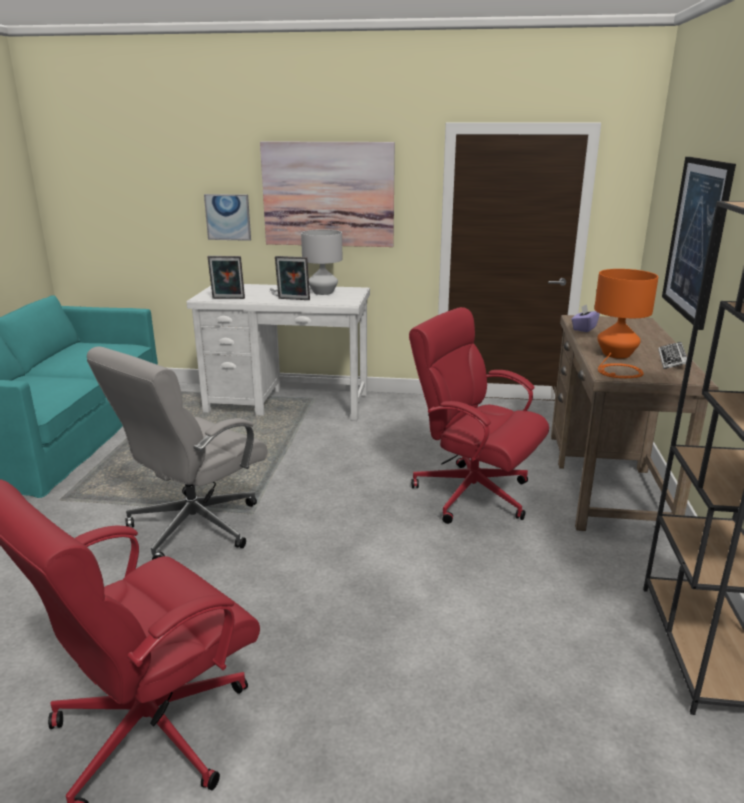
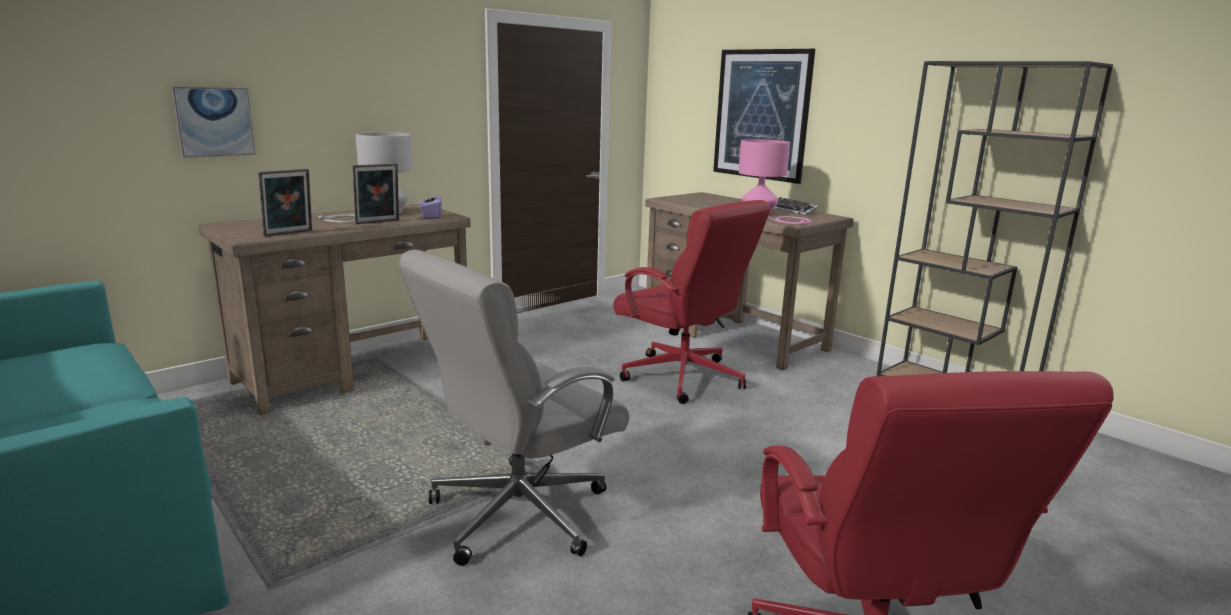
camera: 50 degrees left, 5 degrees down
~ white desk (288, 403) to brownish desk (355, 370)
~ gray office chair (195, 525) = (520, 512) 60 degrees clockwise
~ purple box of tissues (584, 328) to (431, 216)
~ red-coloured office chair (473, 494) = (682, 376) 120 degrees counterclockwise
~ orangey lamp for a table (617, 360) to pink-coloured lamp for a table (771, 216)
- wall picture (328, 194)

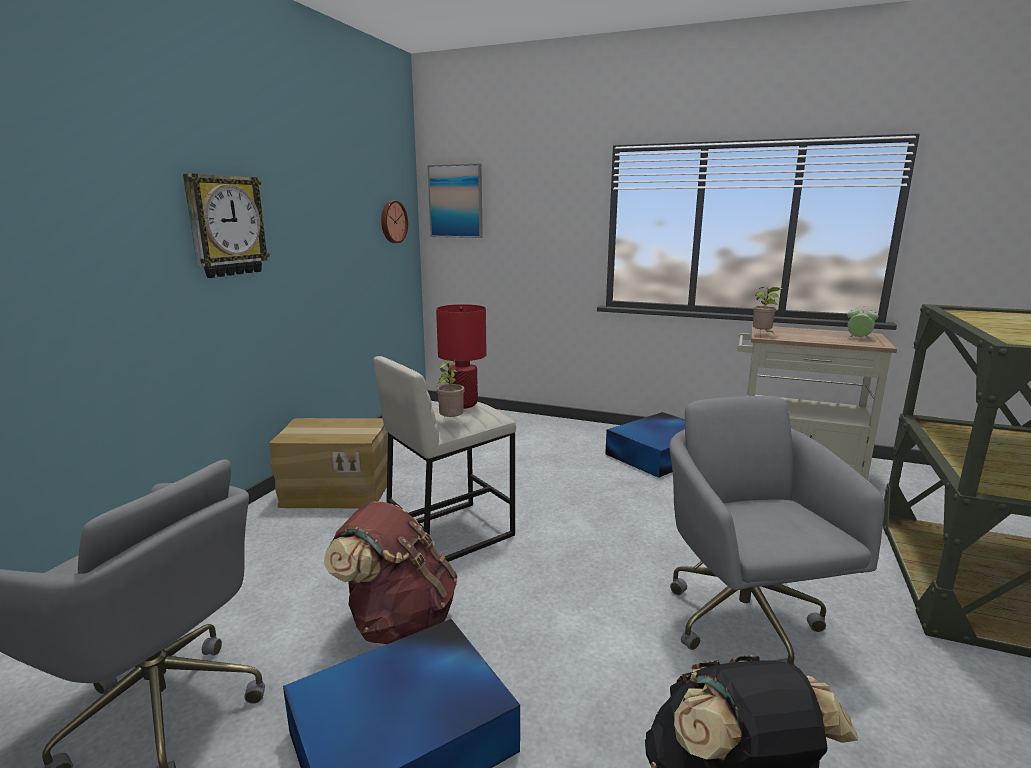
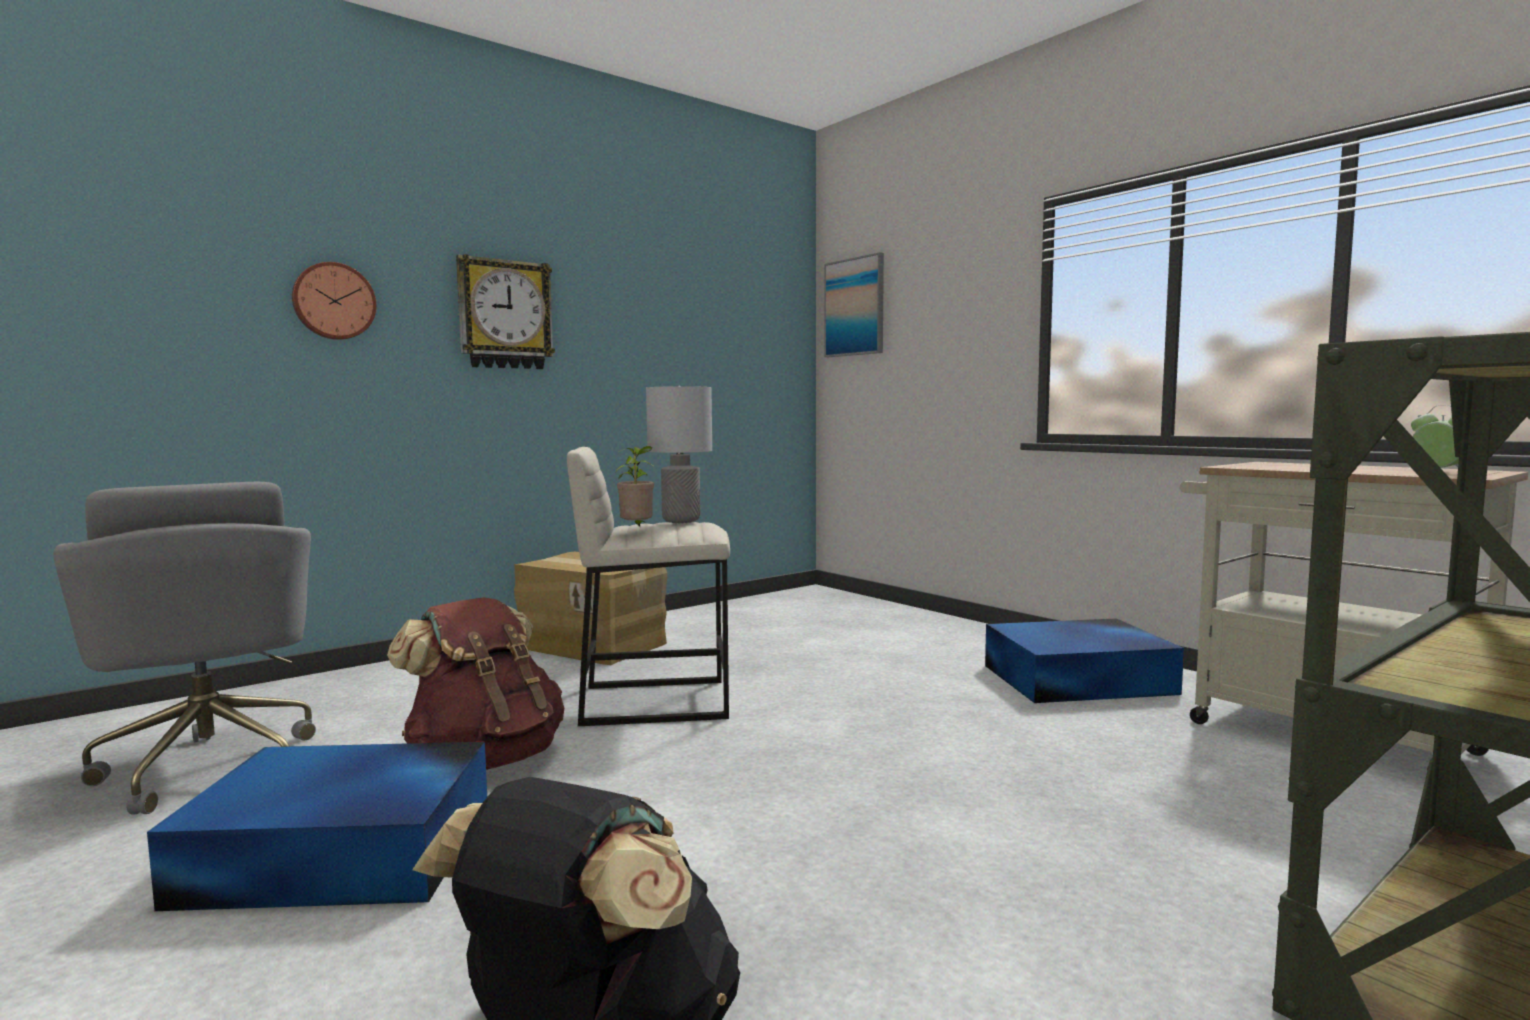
camera: 30 degrees right, 10 degrees down
~ wall clock (392, 222) to (334, 301)
~ red-coloured lamp for a table (463, 406) to gray lamp for a table (681, 522)
- gray office chair (746, 627)
- houseplant (763, 335)

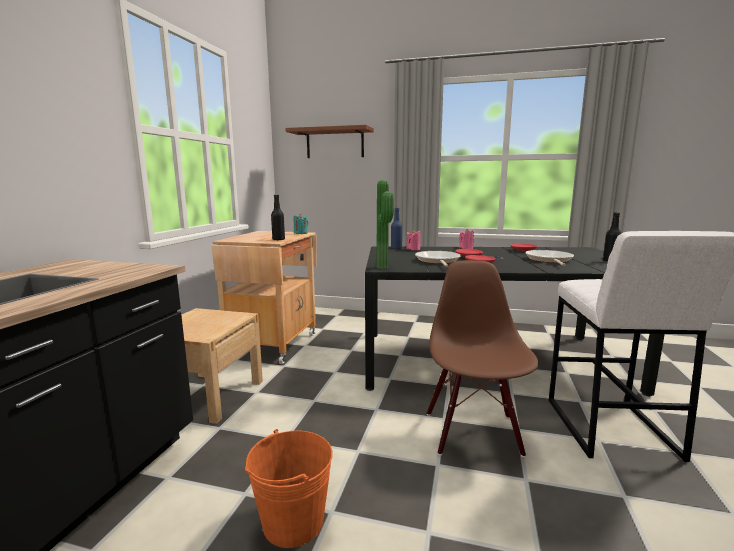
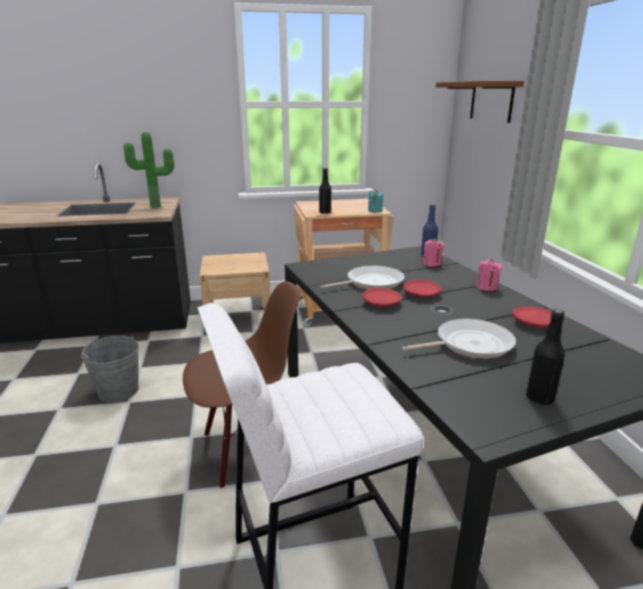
camera: 65 degrees right, 10 degrees up
~ orangey pail (293, 522) to gray pail (118, 391)
~ houseplant (384, 267) to (156, 207)

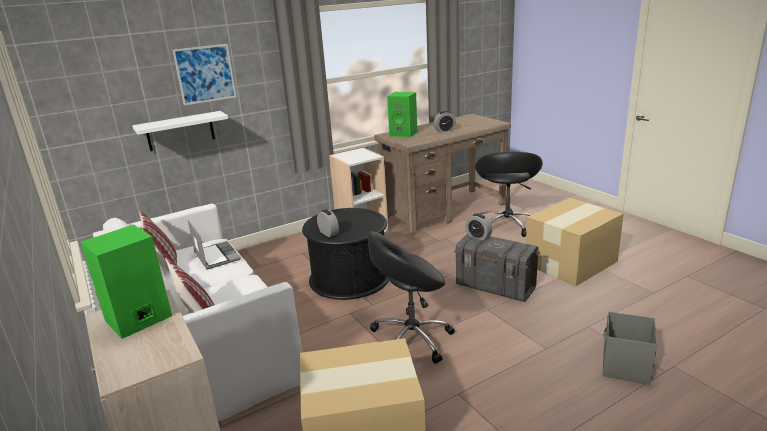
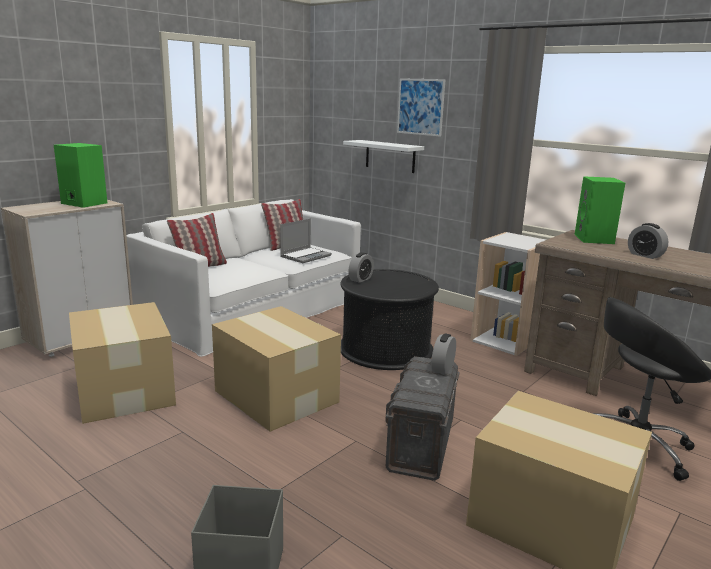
camera: 70 degrees right, 5 degrees down
~ black office chair (409, 339) to packing box (276, 395)

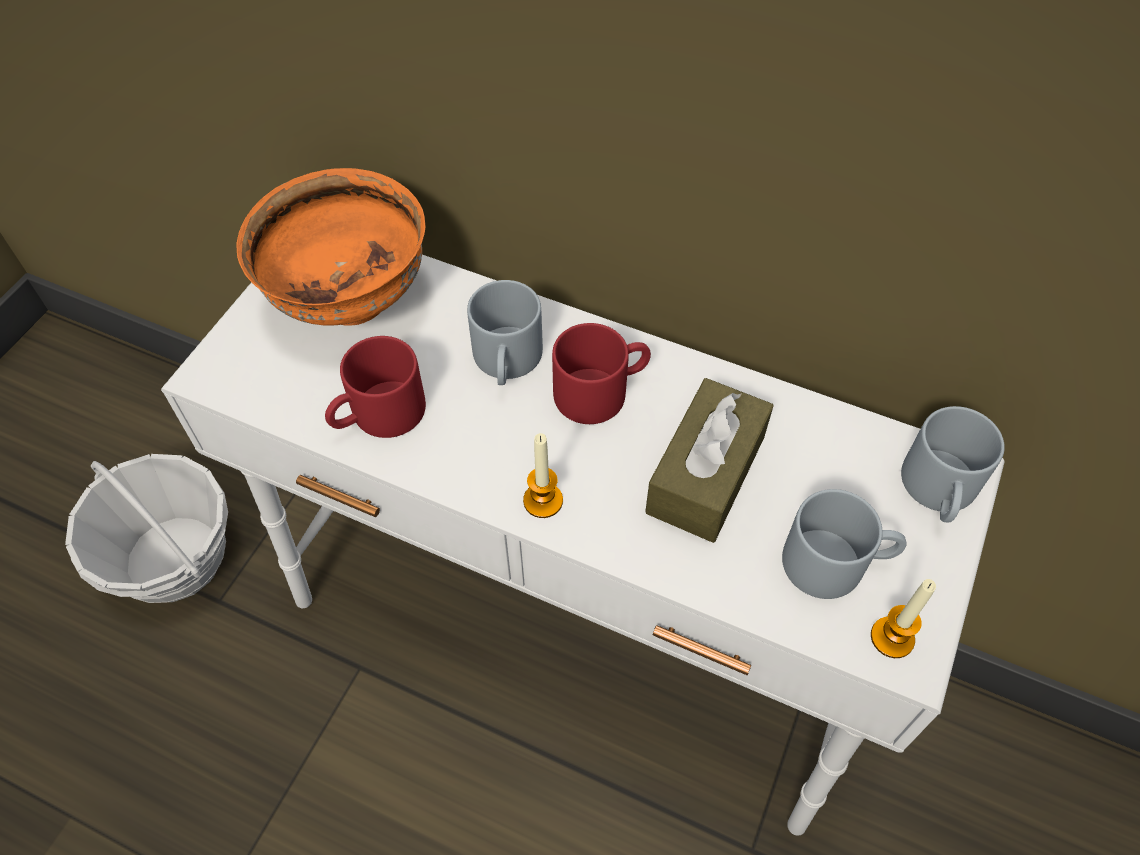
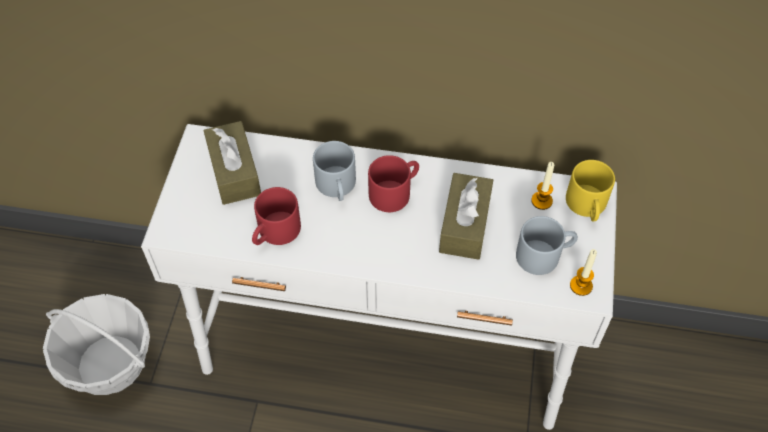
camera: 15 degrees left, 0 degrees up
~ orangey bowl (351, 303) to brownish box of tissues (234, 172)
~ candle (543, 501) to (541, 201)
~ gray tea mug (940, 491) to yellow-coloured tea mug (588, 206)

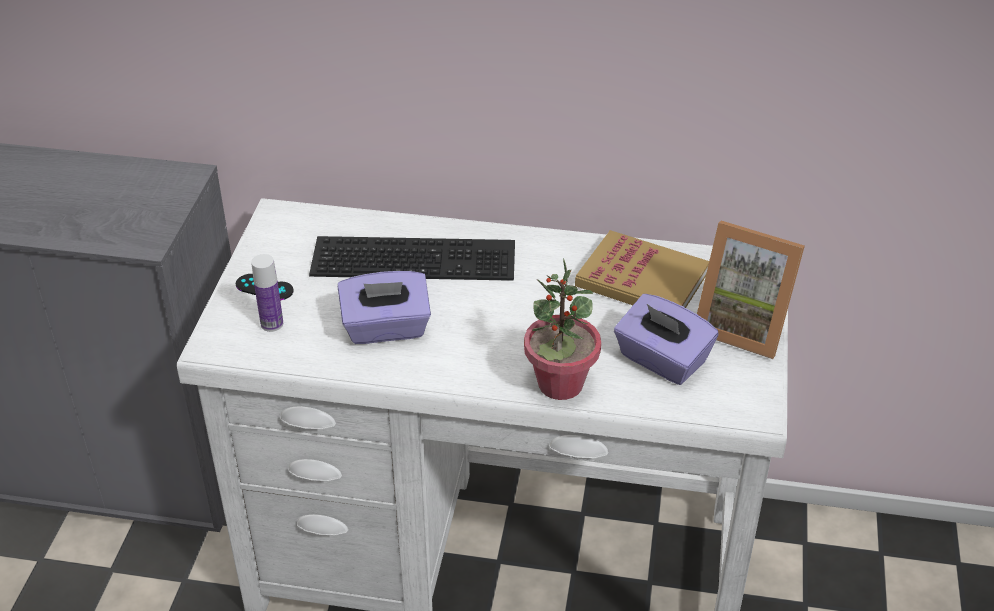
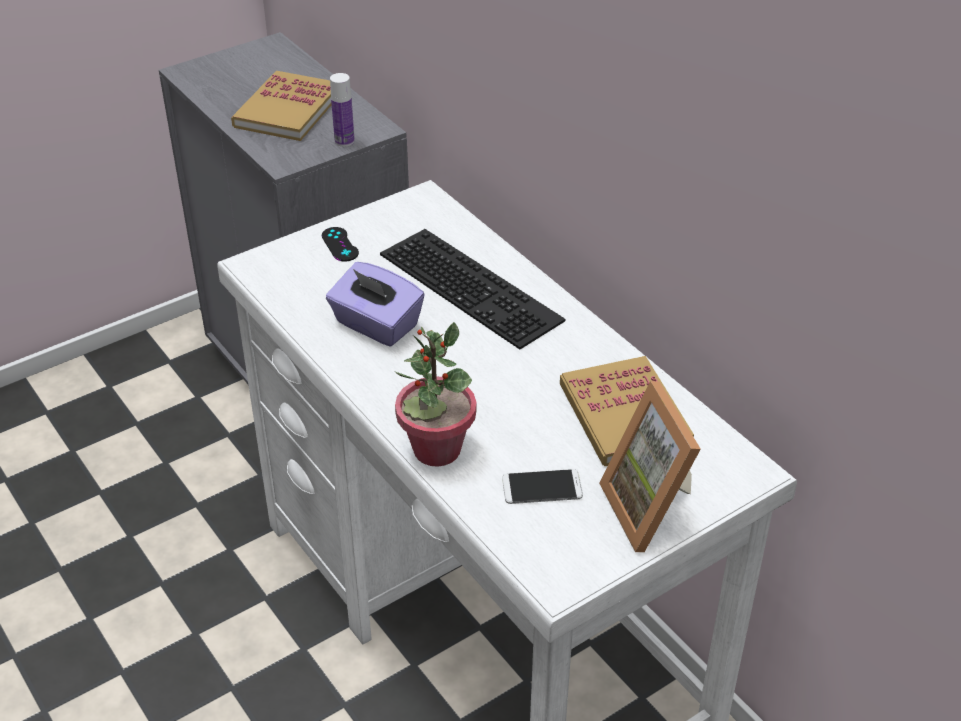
camera: 45 degrees right, 0 degrees up
+ volume (288, 110)
~ drink bottle (272, 324) to (344, 141)
~ purple box of tissues (661, 360) to handset (542, 487)

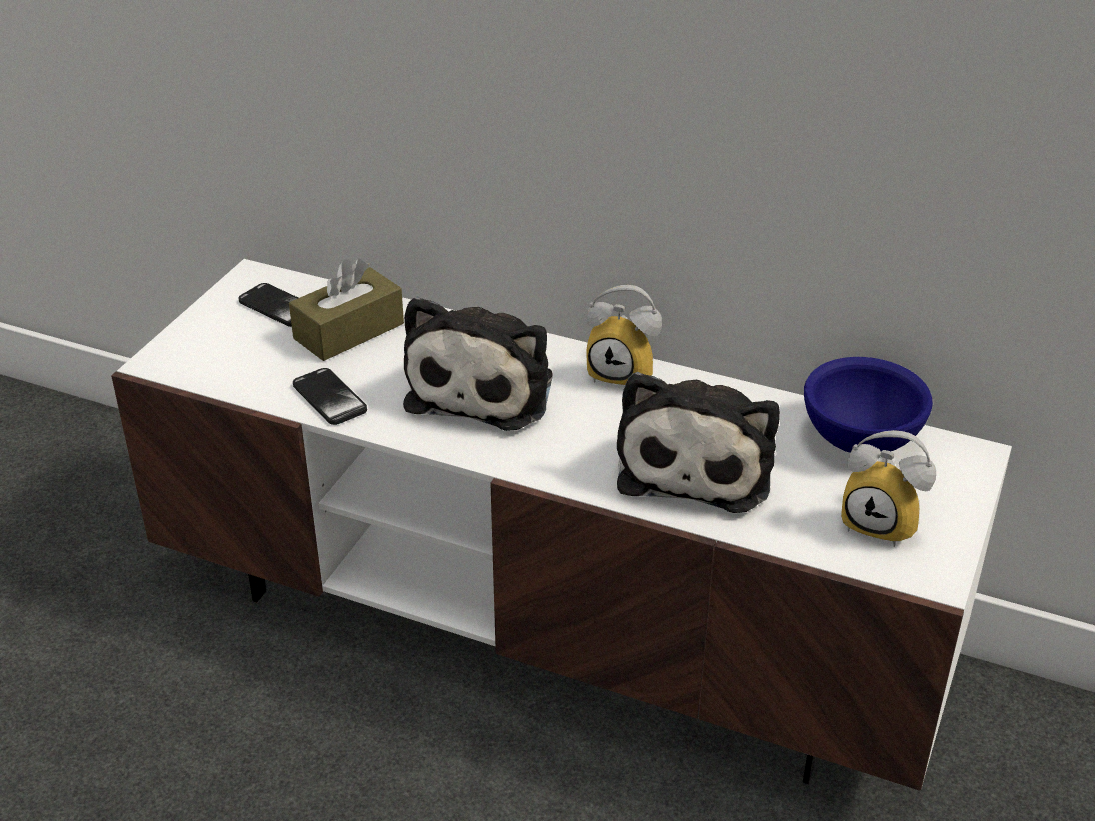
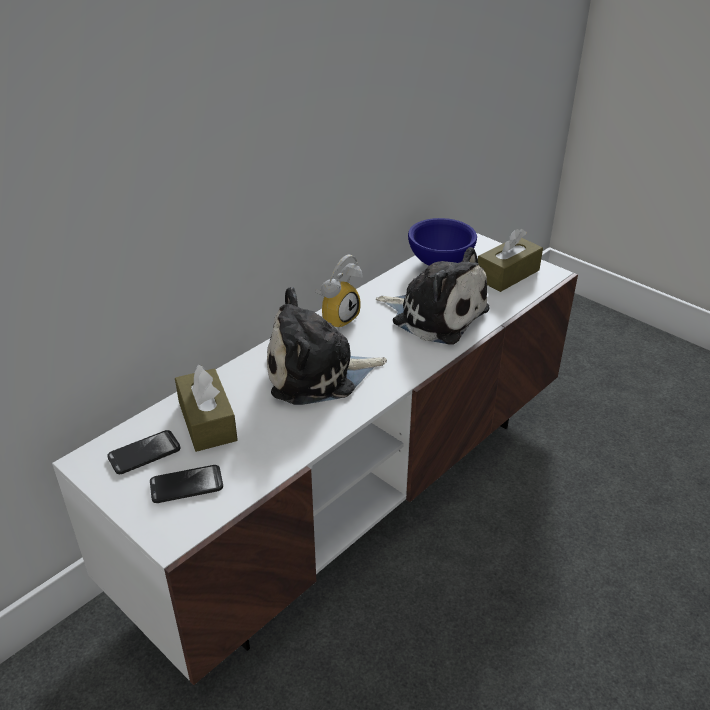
camera: 70 degrees left, 0 degrees up
~ handset (329, 398) to (186, 485)
~ cuddly toy (485, 388) = (318, 373) 135 degrees clockwise
~ alarm clock (883, 524) to brownish box of tissues (507, 274)

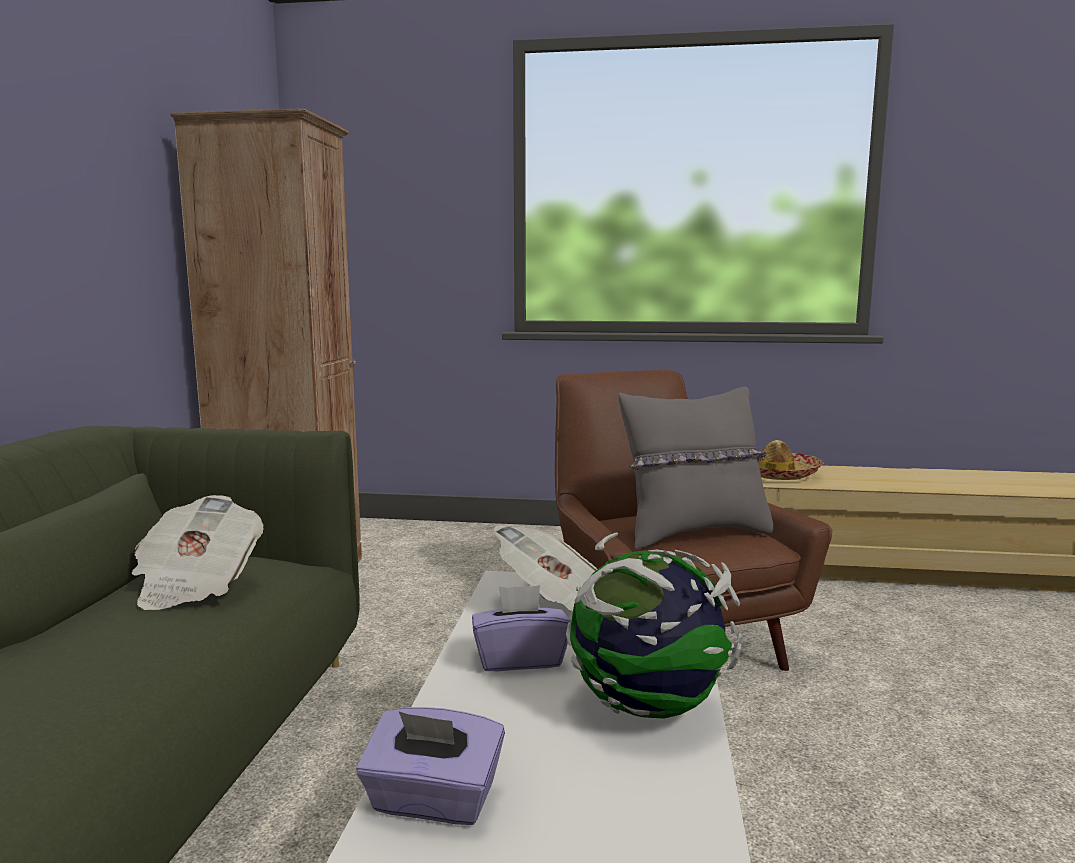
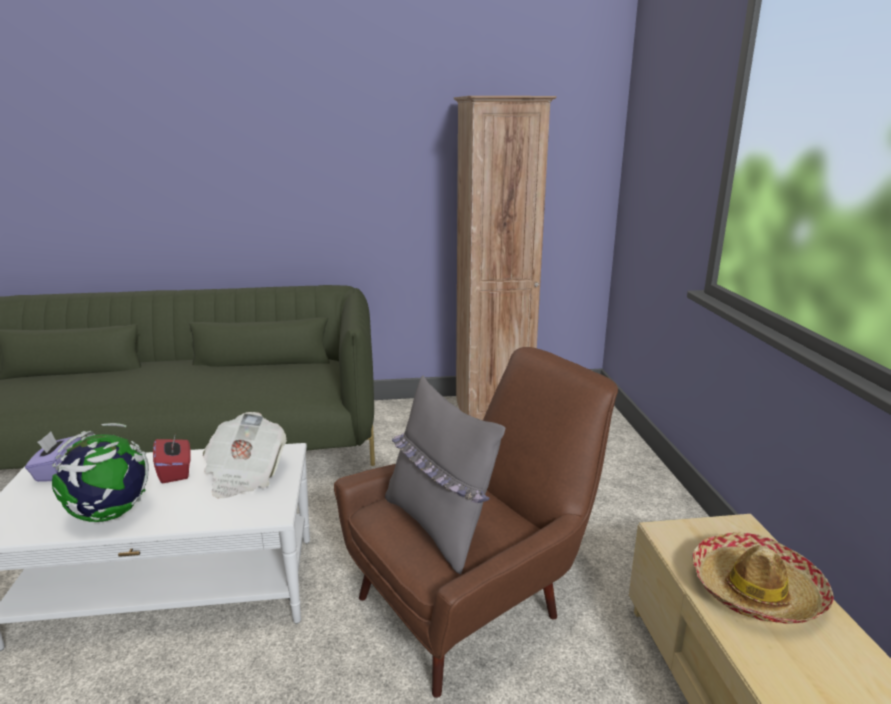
camera: 75 degrees right, 10 degrees up
~ purple box of tissues (520, 659) to red-coloured box of tissues (175, 471)
- newspaper (196, 584)

